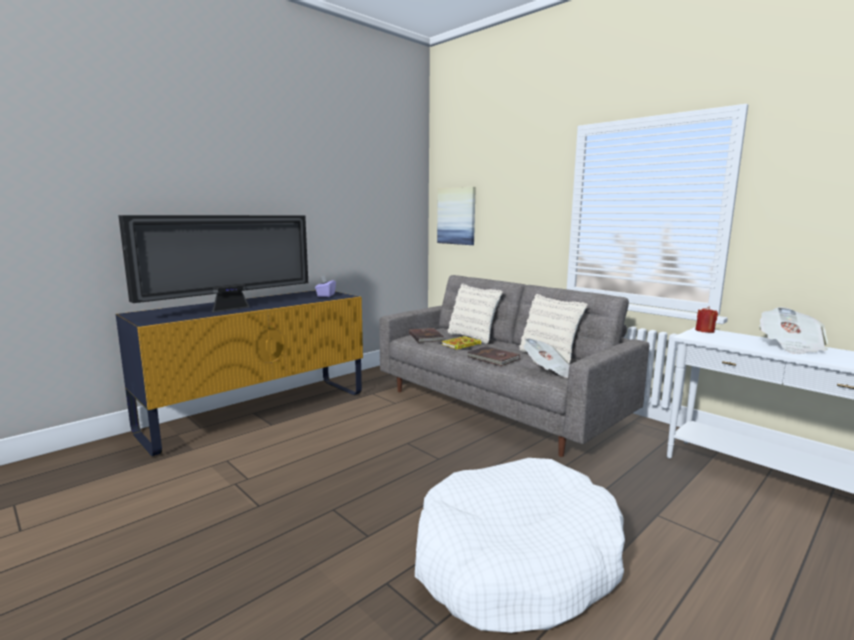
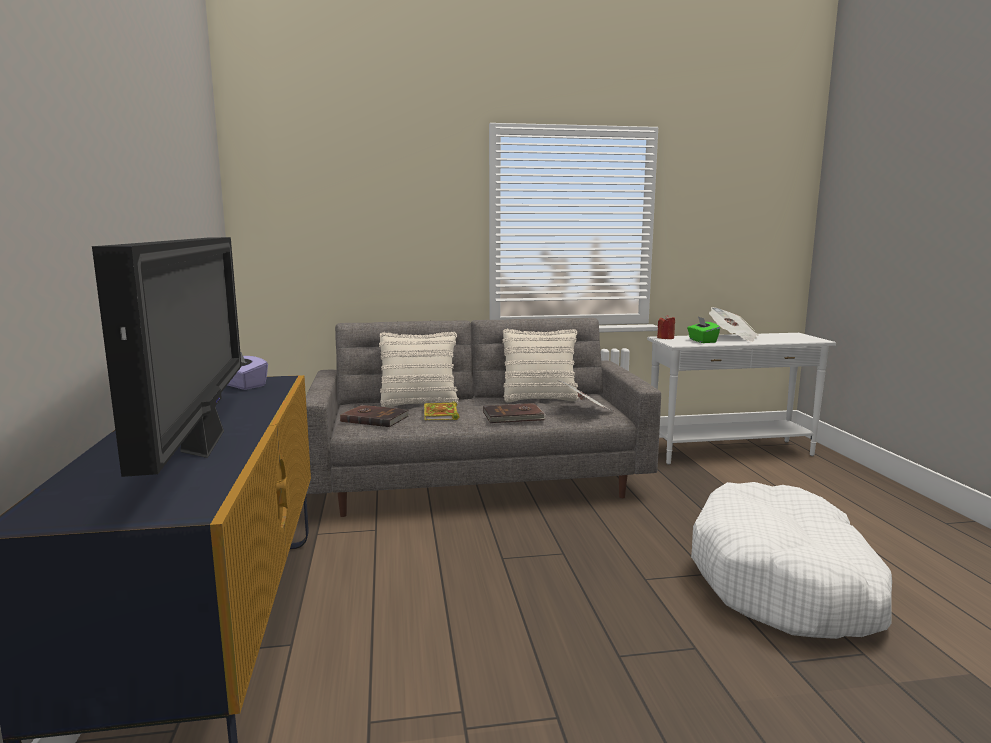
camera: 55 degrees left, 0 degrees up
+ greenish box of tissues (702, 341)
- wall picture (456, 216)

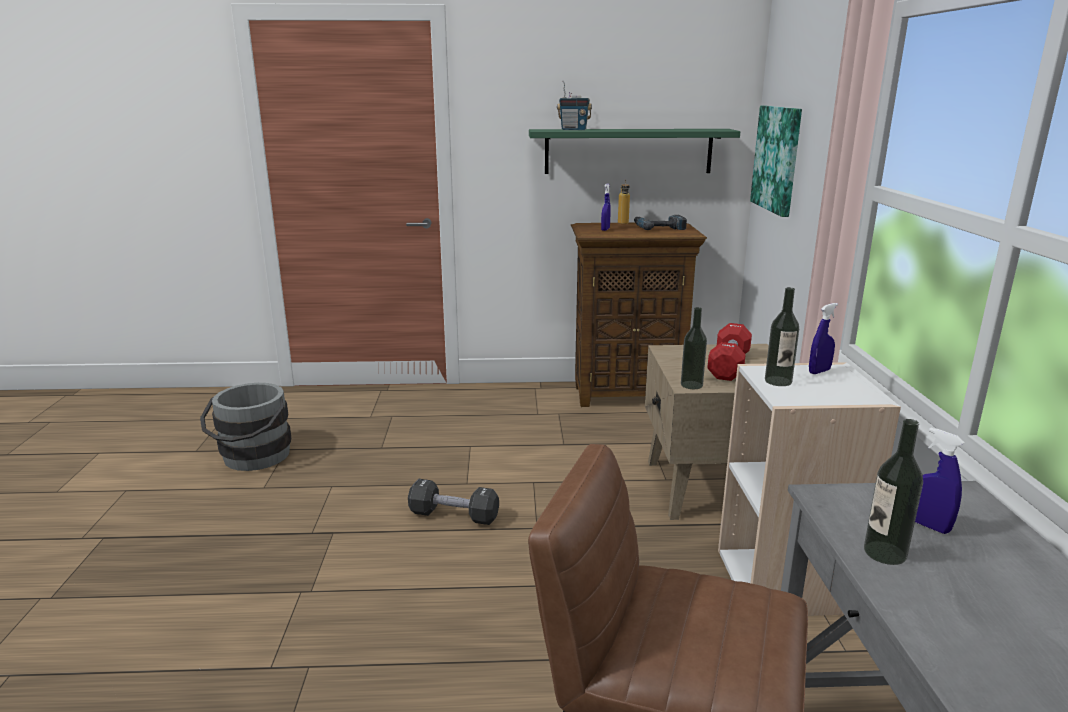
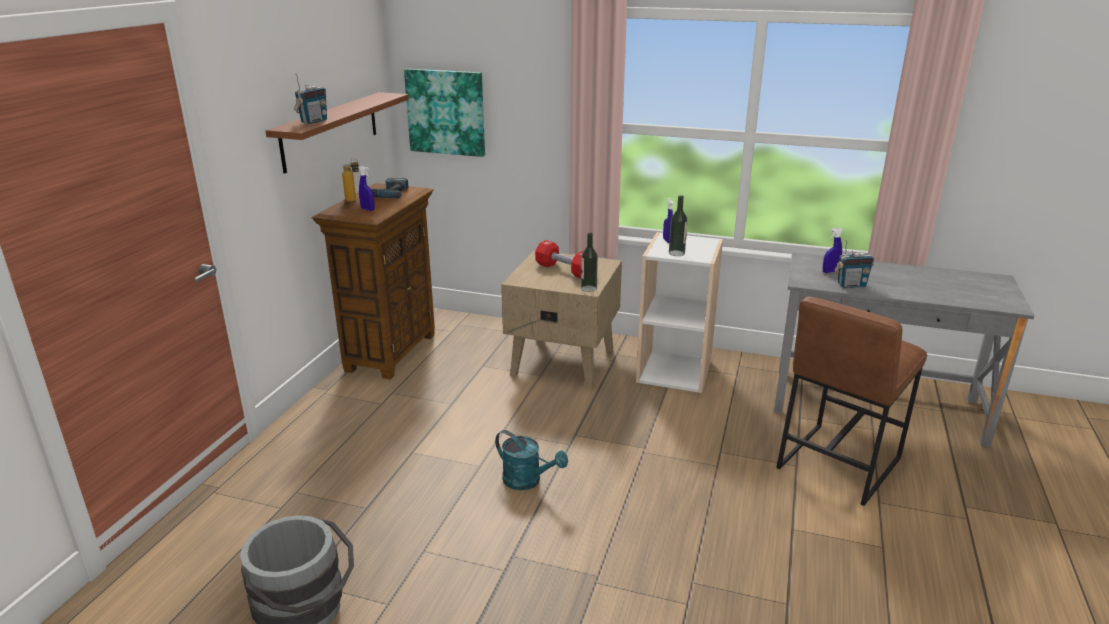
camera: 70 degrees left, 5 degrees up
~ greenish wall shelf (628, 151) to brownish wall shelf (330, 130)
~ black hand weight (454, 515) to turquoise watering can (528, 481)
~ drink bottle (885, 553) to radio set (851, 285)

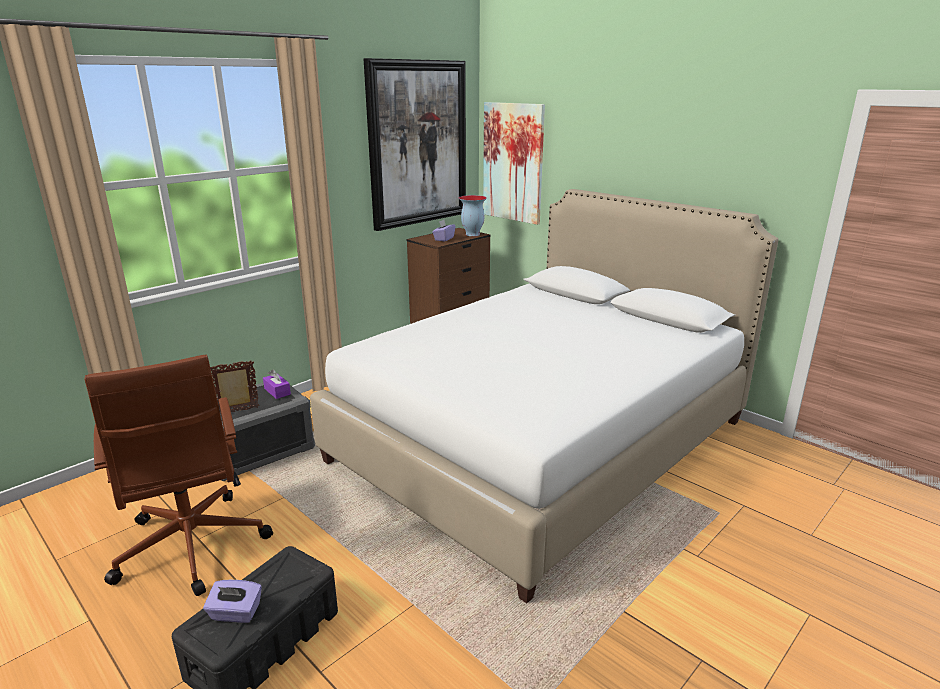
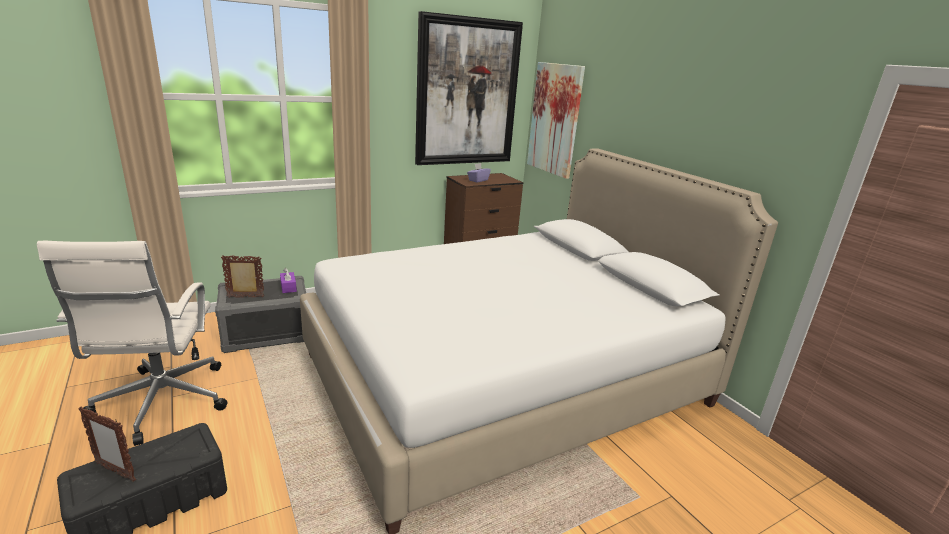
camera: 15 degrees right, 0 degrees up
~ brownish office chair (191, 548) to white office chair (161, 403)
~ purple box of tissues (235, 613) to photo frame (115, 472)
- vase (472, 234)

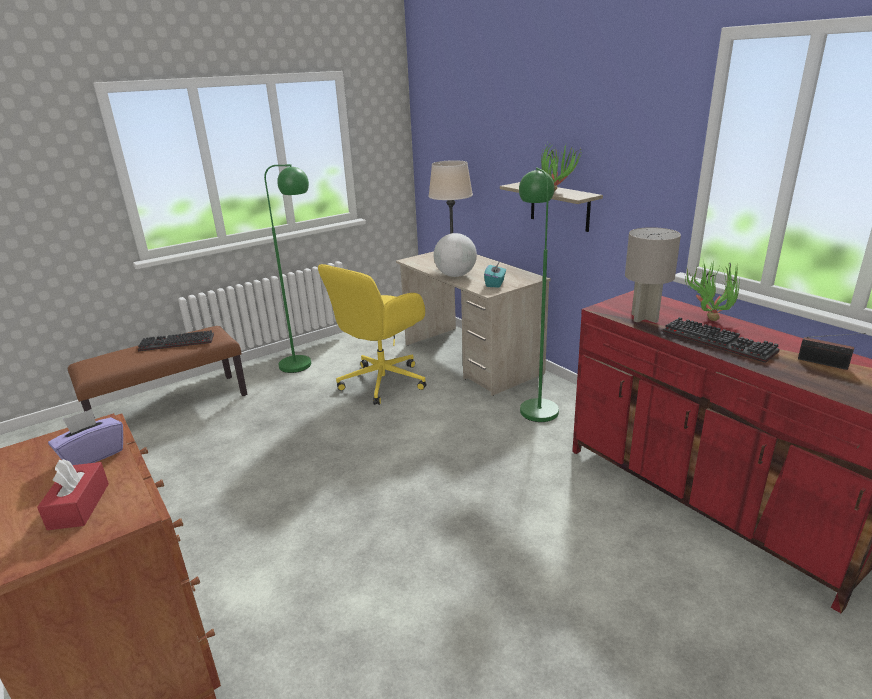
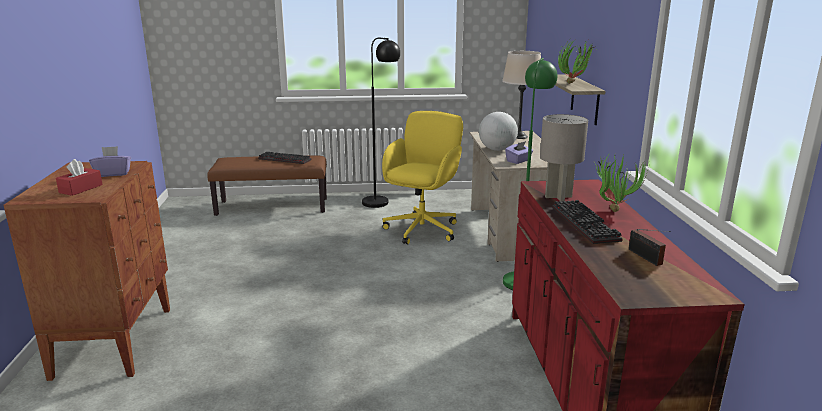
camera: 30 degrees right, 5 degrees down
~ greenish floor lamp (304, 366) to black floor lamp (381, 205)
~ yellow-coloured office chair (382, 383) = (422, 230) 135 degrees clockwise
~ turquoise box of tissues (495, 283) to purple box of tissues (518, 161)

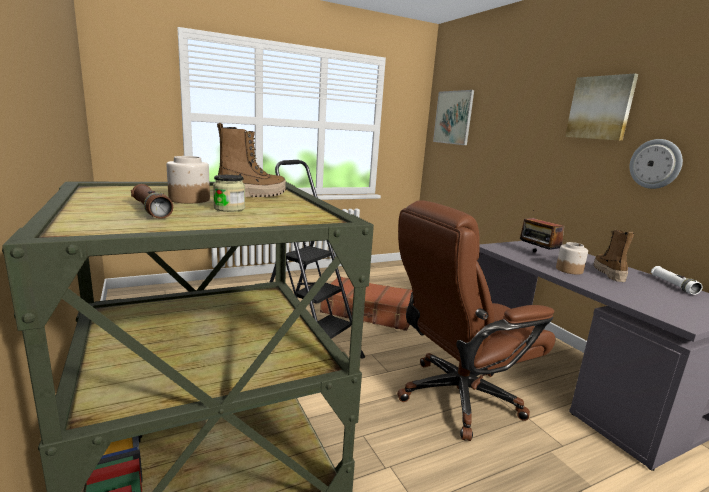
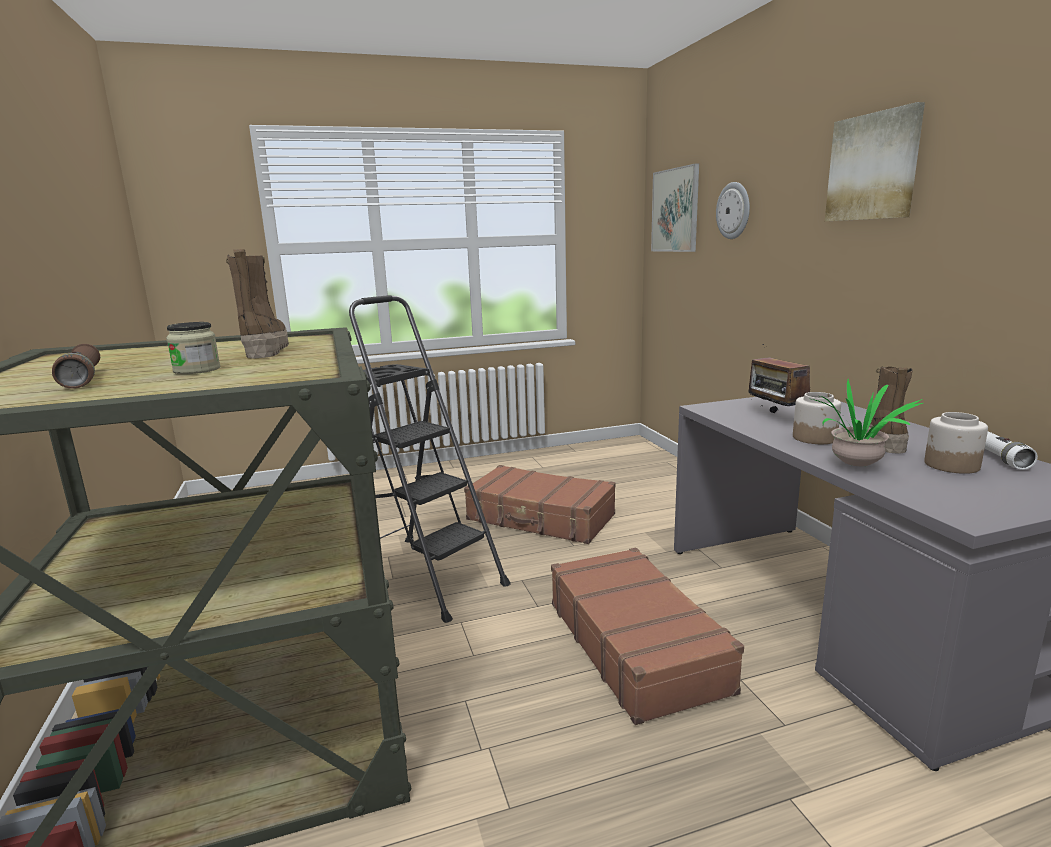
camera: 10 degrees right, 0 degrees up
~ high-top boot (253, 195) = (265, 350) 75 degrees counterclockwise
~ brownish office chair (459, 397) to brownish suitcase (636, 644)
~ wall clock (655, 164) to (734, 210)
+ houseplant (856, 465)
~ storage jar (189, 200) to (951, 465)

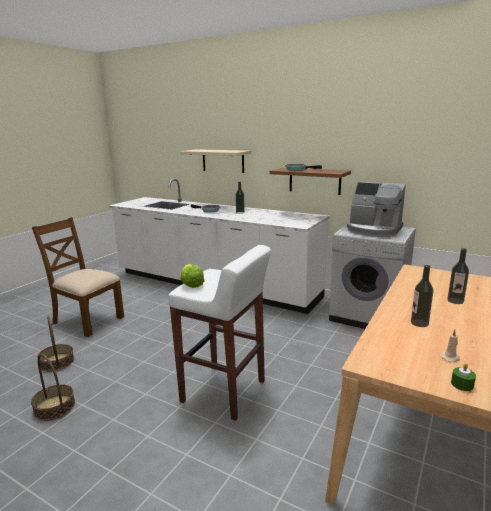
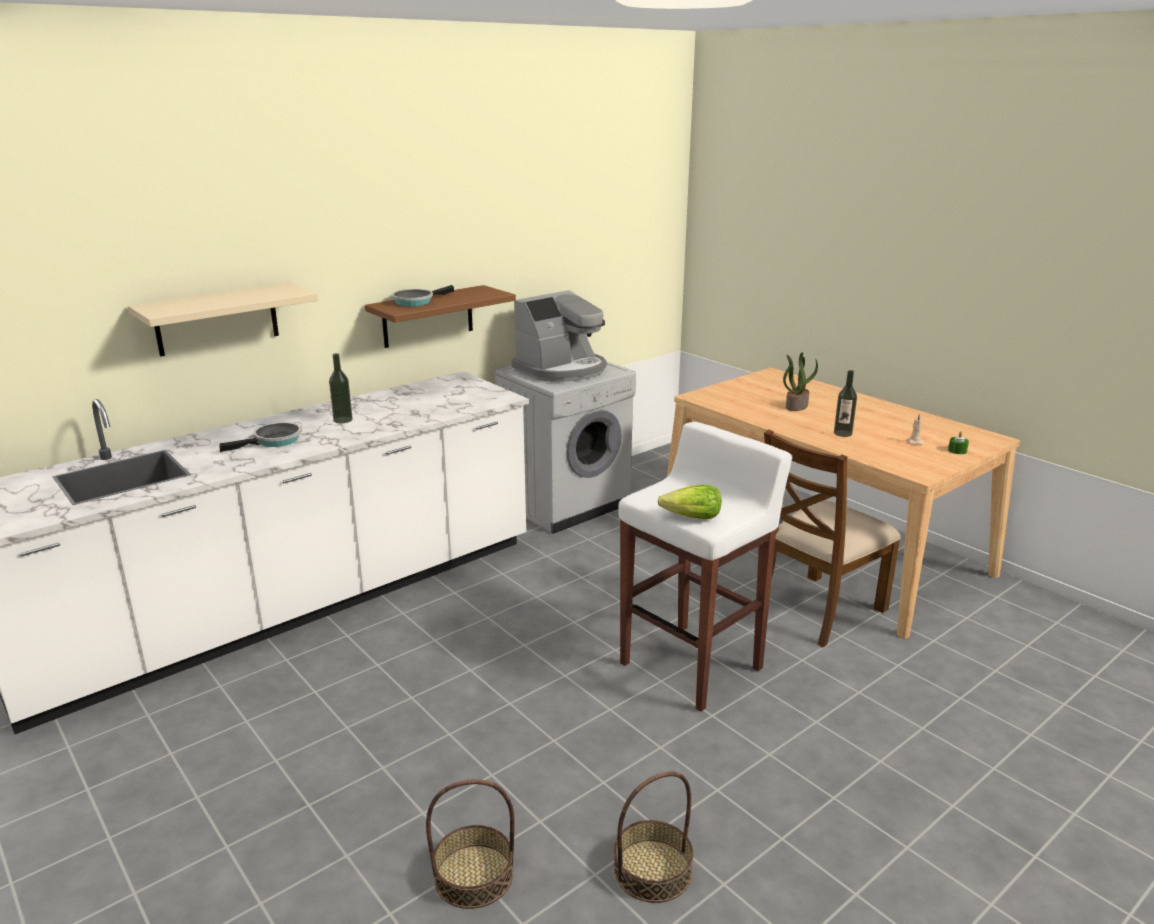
camera: 70 degrees left, 5 degrees up
~ brownish upright chair (87, 320) to (818, 609)
~ drink bottle (455, 301) to houseplant (796, 406)

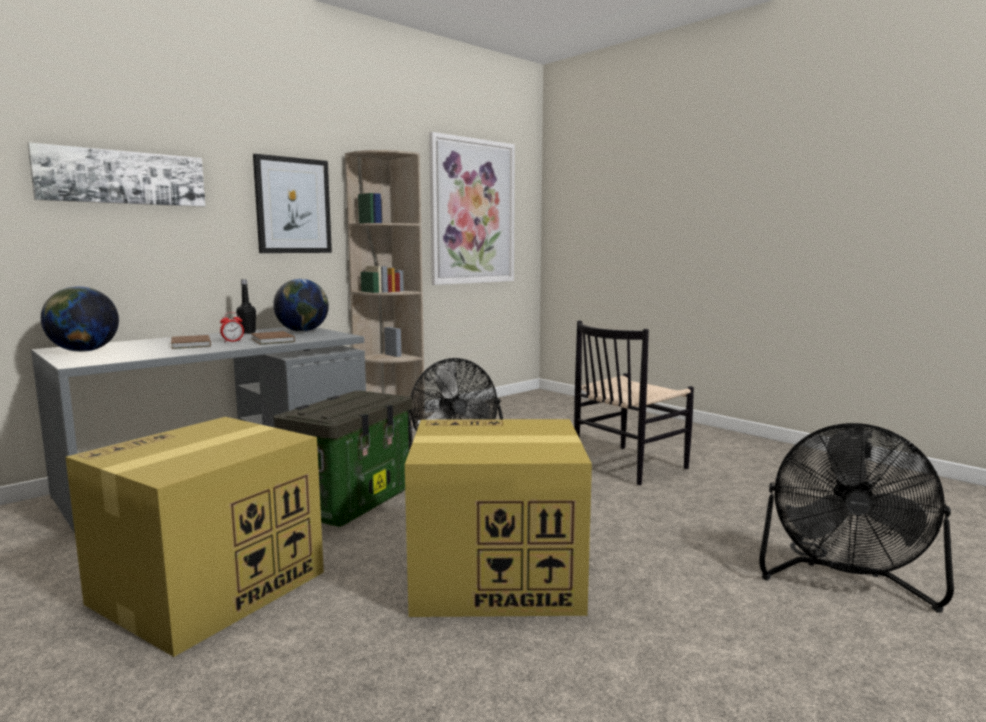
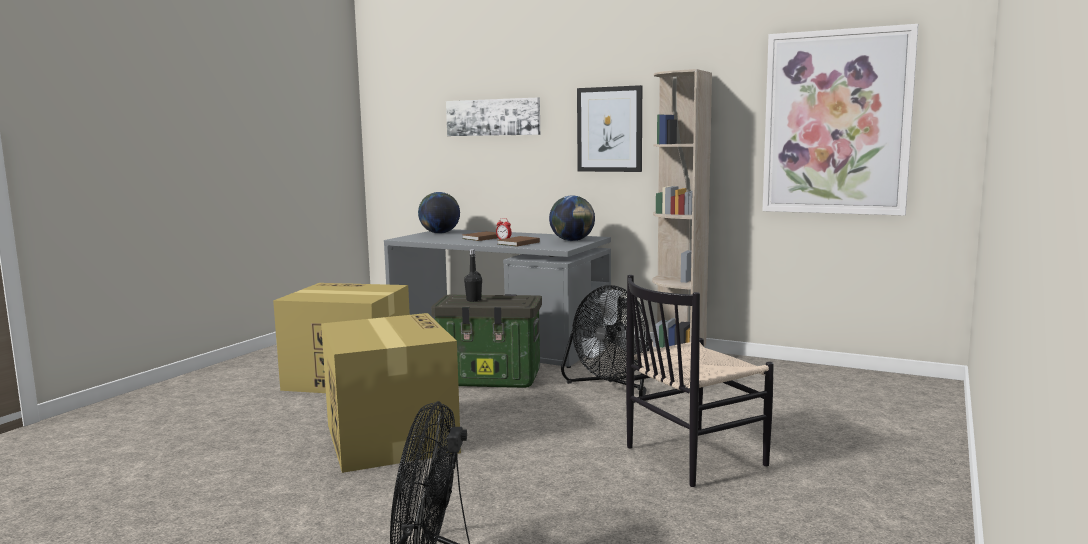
camera: 70 degrees right, 0 degrees up
~ black drink bottle (247, 333) to (473, 300)
~ black upright chair (626, 466) = (690, 458) 60 degrees counterclockwise

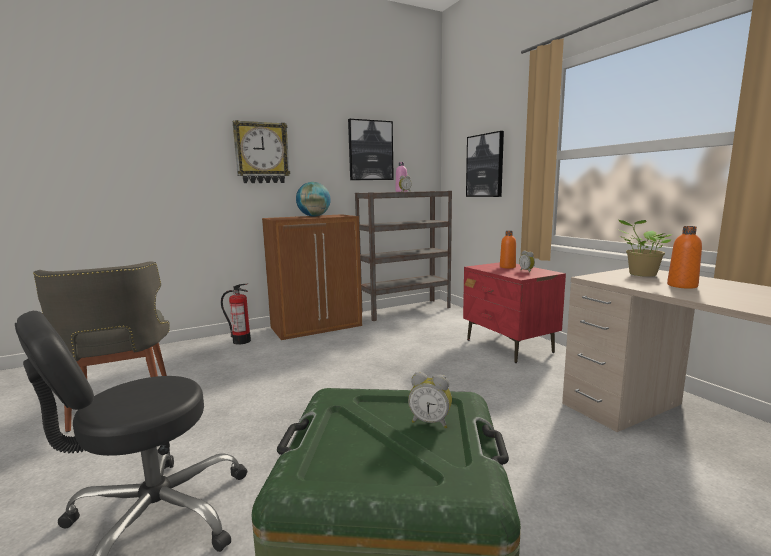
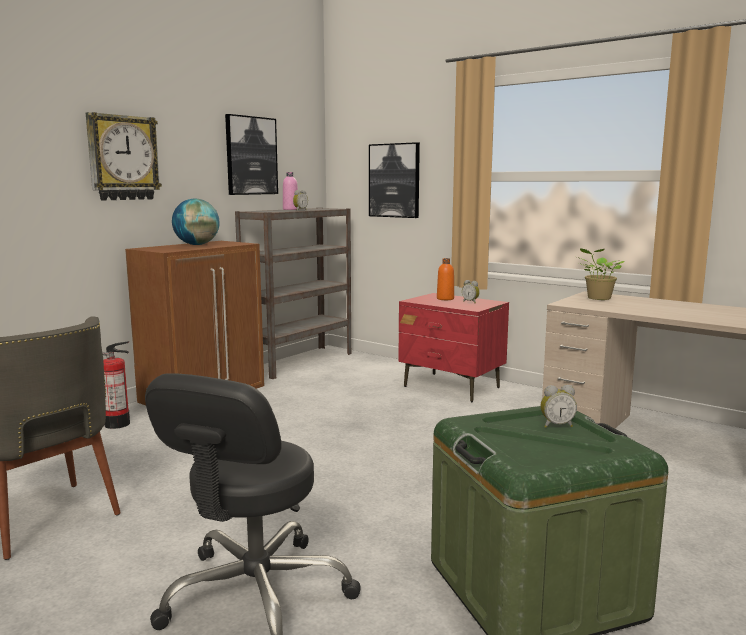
camera: 25 degrees left, 0 degrees up
- orangey drink bottle (682, 286)

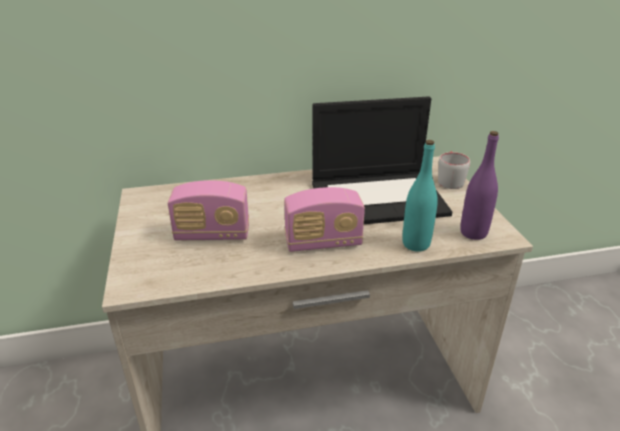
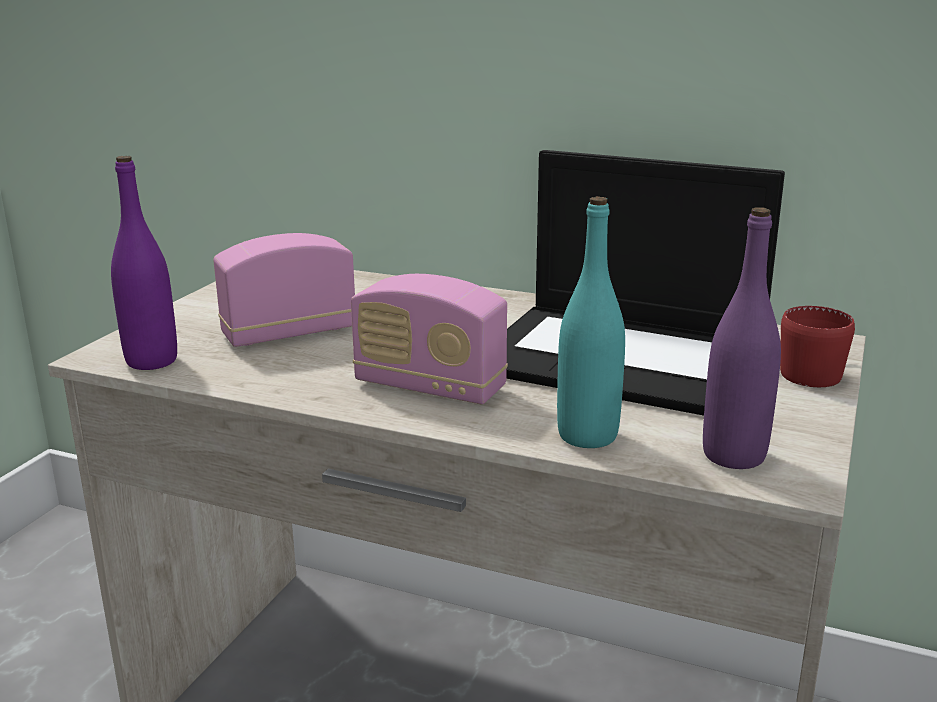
camera: 35 degrees right, 10 degrees down
+ purple drink bottle (152, 361)
~ radio set (212, 234) = (289, 333) 120 degrees clockwise
~ gray tea mug (449, 179) to red-coloured tea mug (816, 370)

